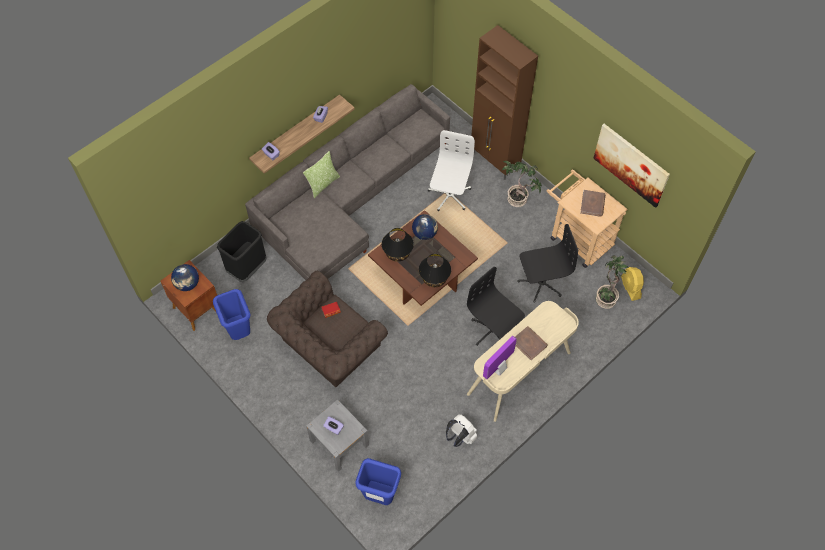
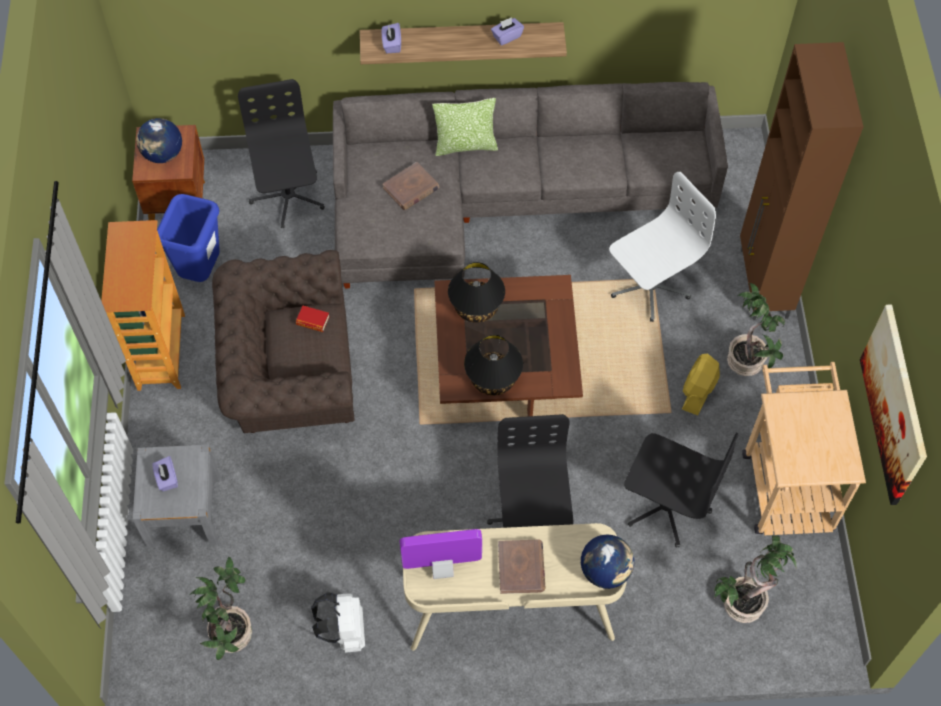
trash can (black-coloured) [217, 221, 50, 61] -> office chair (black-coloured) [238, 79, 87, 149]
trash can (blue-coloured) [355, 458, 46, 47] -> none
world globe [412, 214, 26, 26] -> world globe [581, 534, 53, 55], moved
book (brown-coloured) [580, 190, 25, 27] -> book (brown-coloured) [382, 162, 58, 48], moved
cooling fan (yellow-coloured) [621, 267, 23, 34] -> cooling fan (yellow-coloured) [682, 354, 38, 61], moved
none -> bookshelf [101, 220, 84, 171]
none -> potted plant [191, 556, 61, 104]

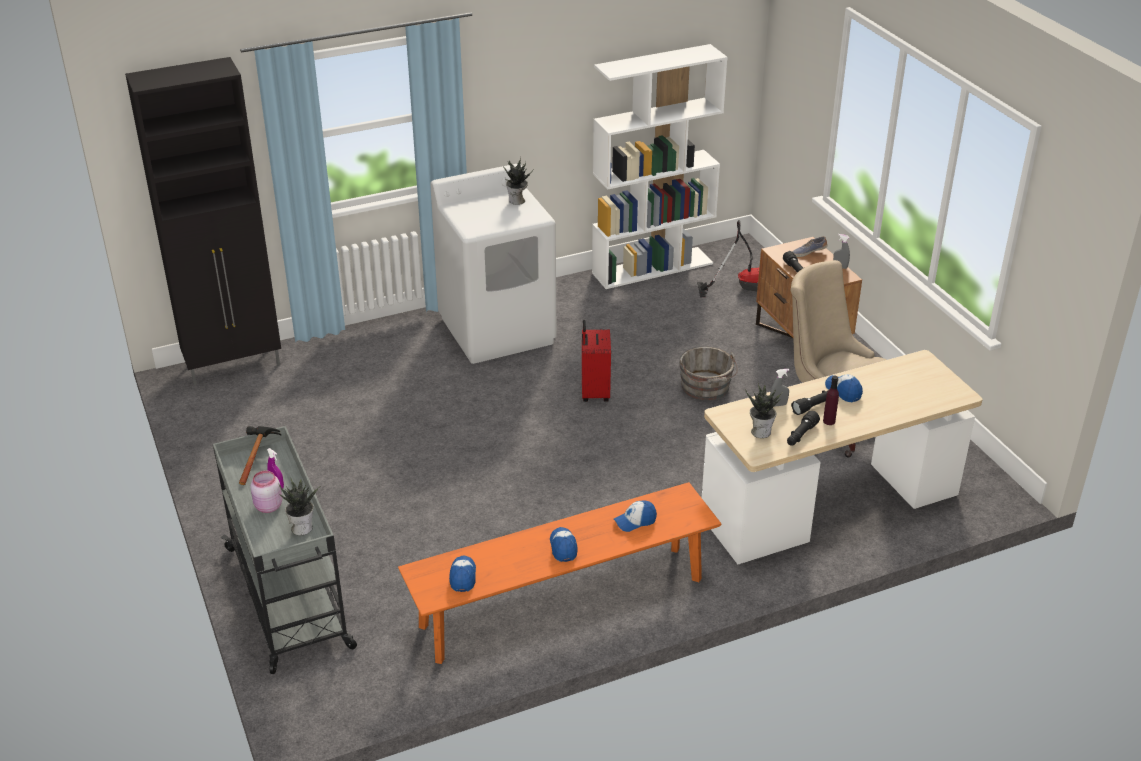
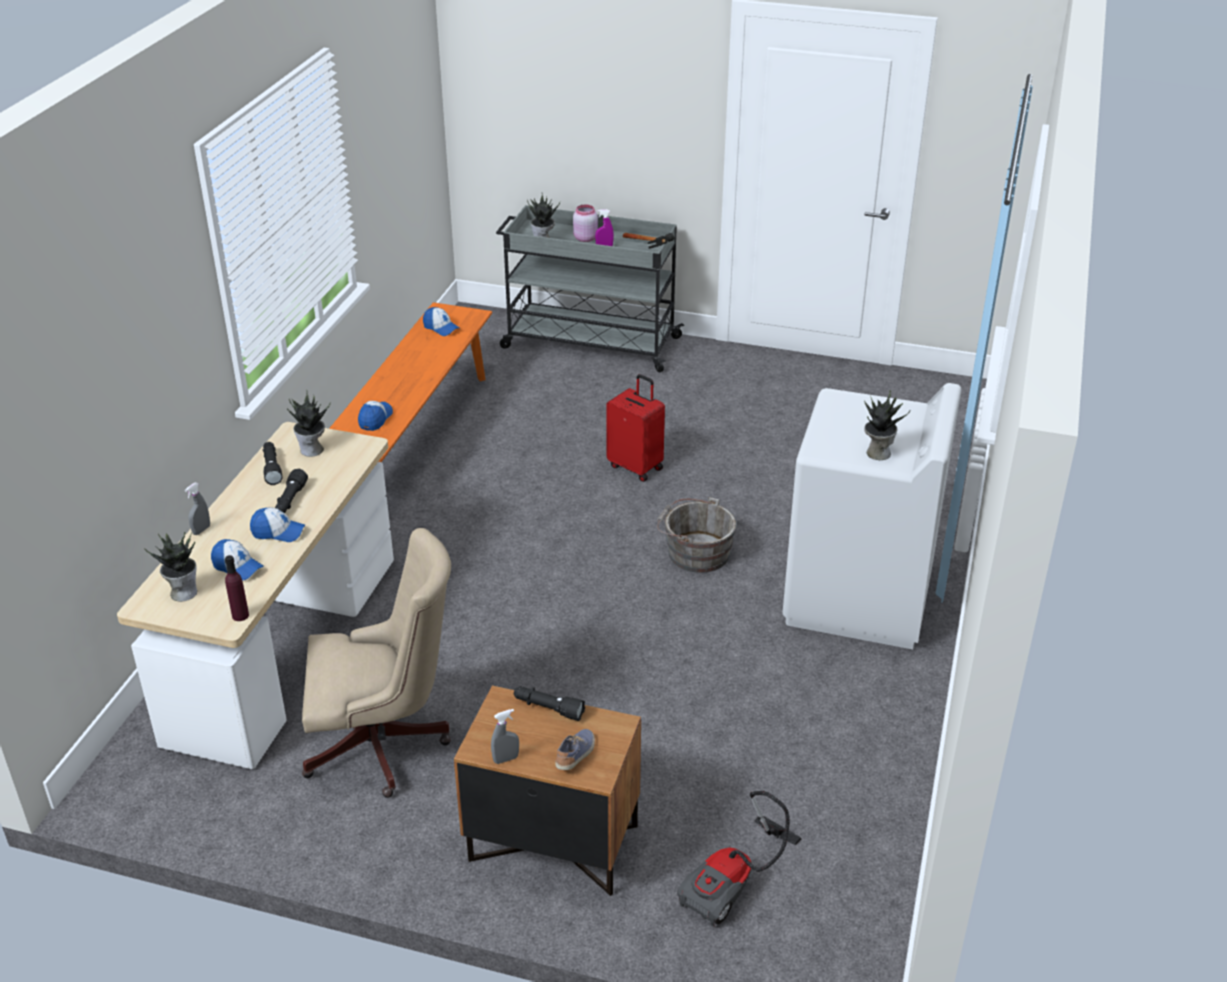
storage cabinet (black-coloured) [125, 57, 156, 328] -> none
cap [550, 527, 28, 35] -> cap [211, 539, 53, 42], moved
travel case (red-coloured) [582, 320, 29, 82] -> travel case (red-coloured) [606, 374, 59, 108], moved
bookshelf (whitish) [592, 44, 136, 245] -> none
bucket (greyish) [679, 347, 59, 54] -> bucket (greyish) [657, 497, 80, 76], moved
hand sprayer (greyish) [770, 369, 19, 38] -> hand sprayer (greyish) [185, 483, 25, 52], moved
bottle (purple) [823, 376, 16, 49] -> bottle (purple) [225, 555, 24, 66], moved
none -> potted plant [144, 532, 53, 70]

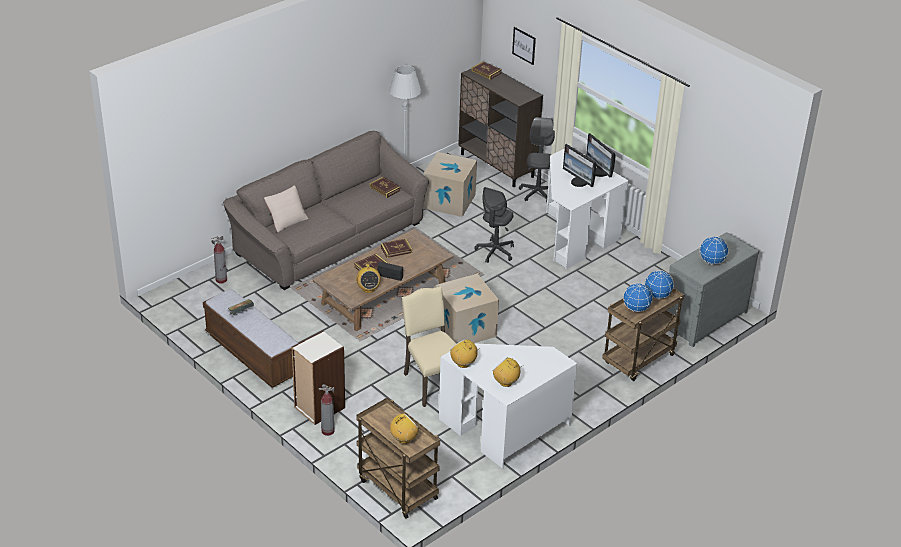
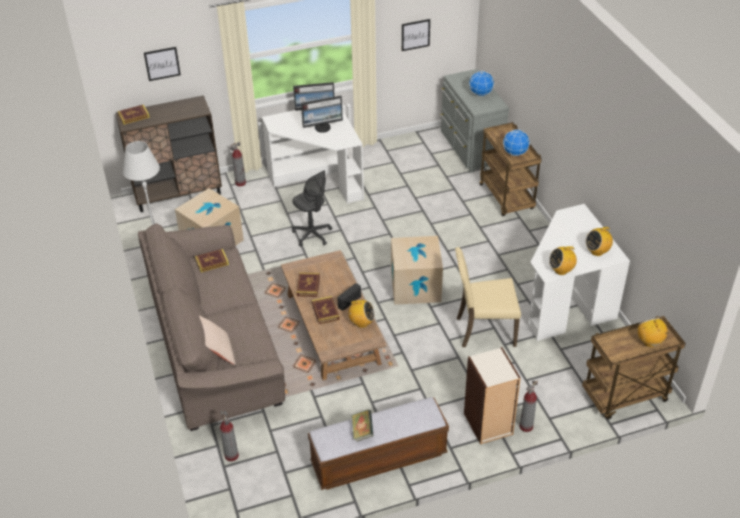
office chair (greyish) [519, 117, 36, 85] -> fire extinguisher [230, 142, 16, 44]
world globe [645, 270, 29, 29] -> none
none -> picture [402, 19, 28, 32]

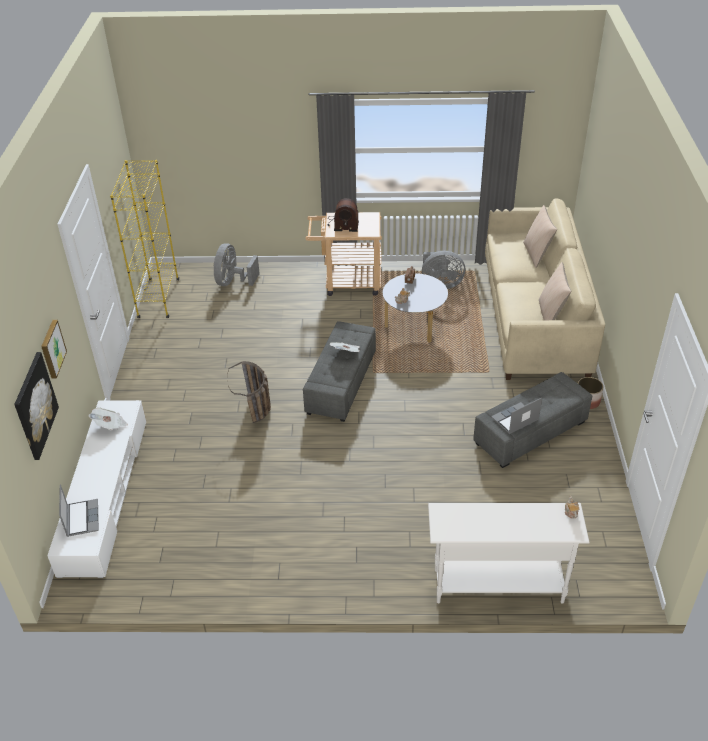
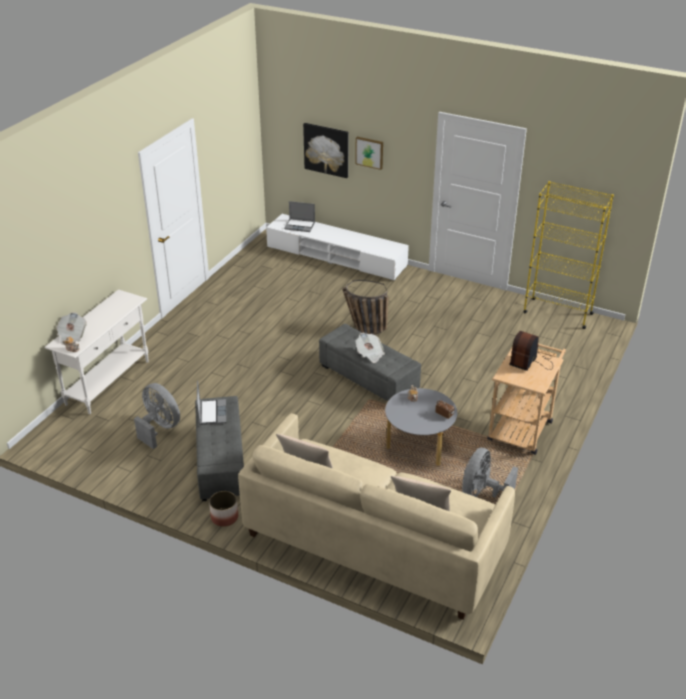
daily paper [88, 408, 40, 22] -> daily paper [56, 312, 31, 33], moved
cooling fan (greyish) [214, 243, 46, 43] -> cooling fan (greyish) [134, 383, 46, 66], moved

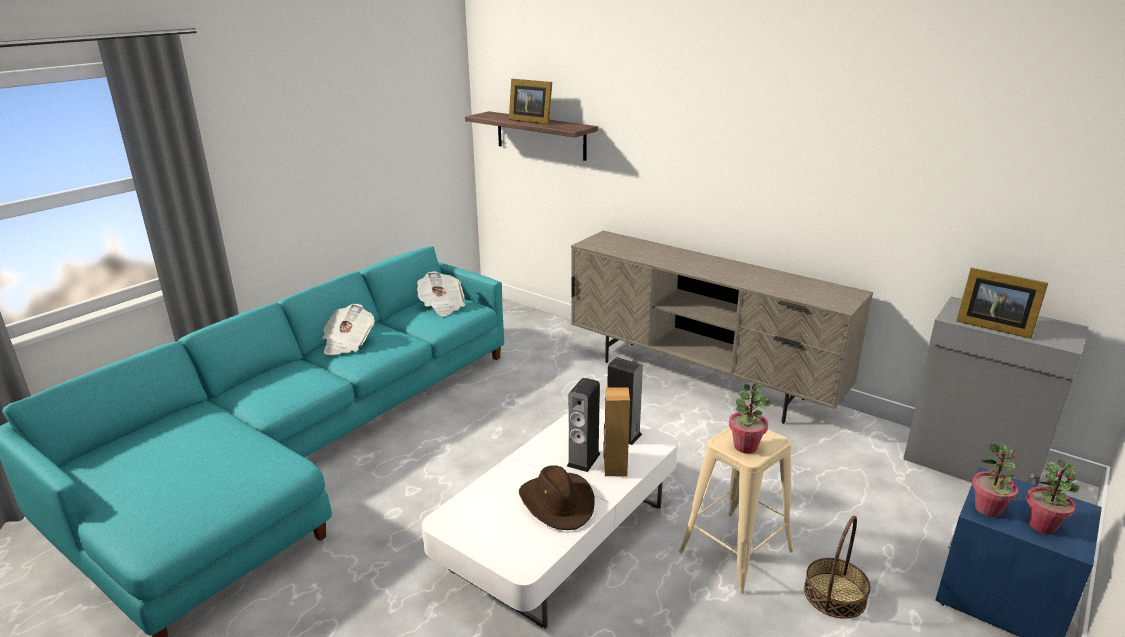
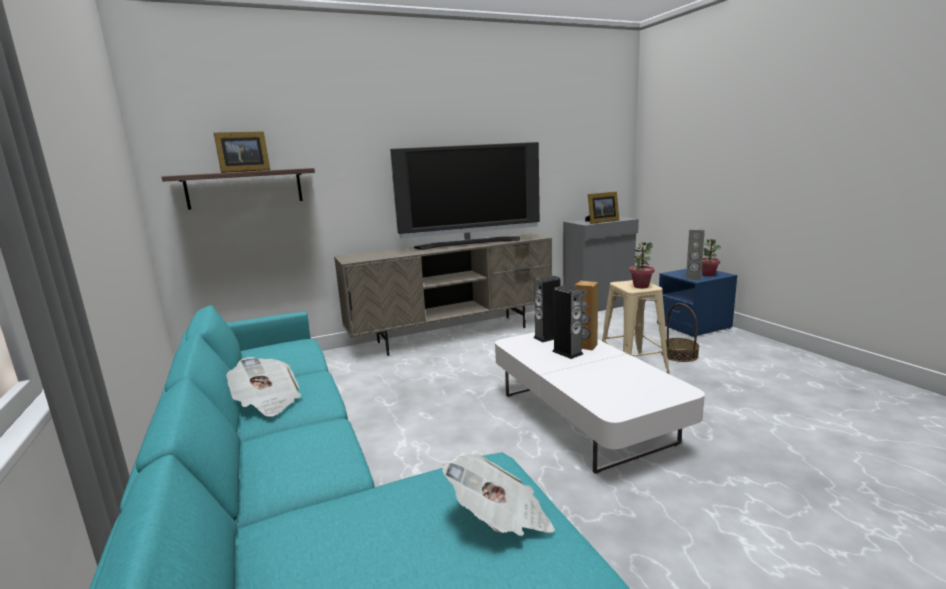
daily paper [417, 271, 48, 45] -> daily paper [442, 455, 113, 81], moved
clothing hat (brown-coloured) [519, 465, 76, 65] -> none
potted plant [972, 443, 47, 74] -> speaker (greyish) [686, 228, 19, 52]
none -> TV [390, 142, 150, 108]

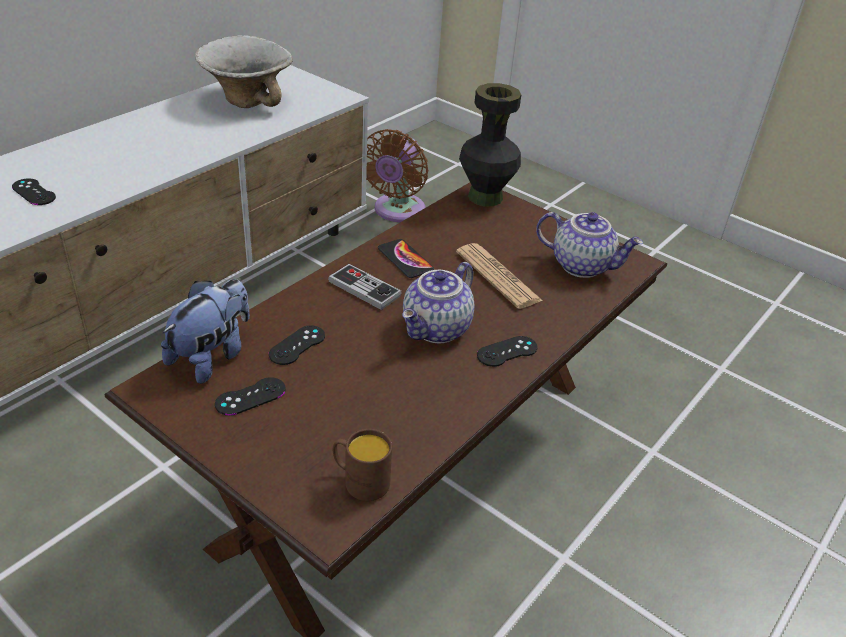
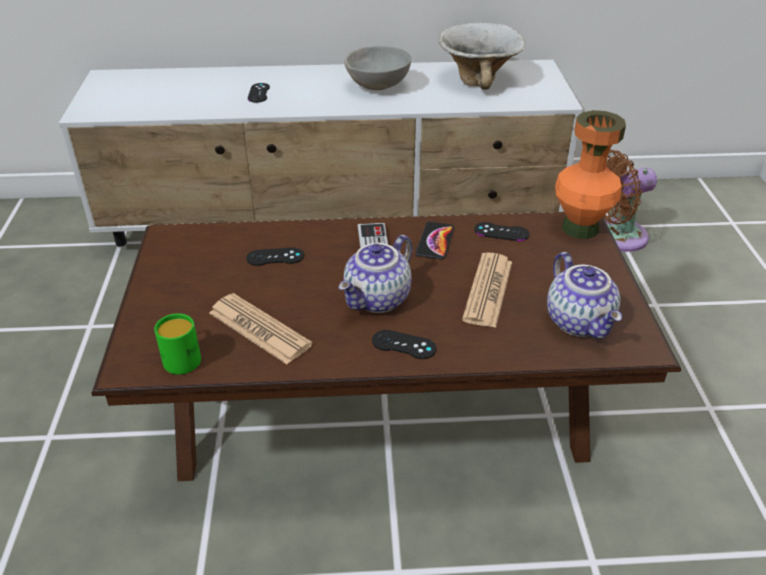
soft toy [161, 279, 89, 105] -> none
gamepad (black-coloured) [215, 377, 71, 39] -> gamepad (black-coloured) [474, 222, 56, 19], moved
coffee mug (brown-coloured) [333, 429, 59, 72] -> coffee mug (green) [154, 313, 47, 62]
teapot [402, 262, 72, 81] -> teapot [339, 235, 74, 78], 45 degrees counterclockwise
decorative vase (black-coloured) [459, 83, 62, 123] -> decorative vase (orangey) [555, 110, 71, 129]
none -> daily paper [209, 293, 104, 71]
none -> deep dish (greyish) [344, 46, 67, 44]

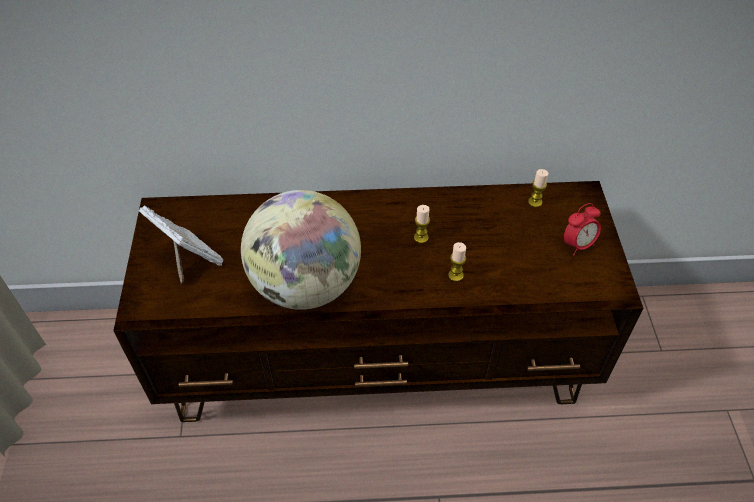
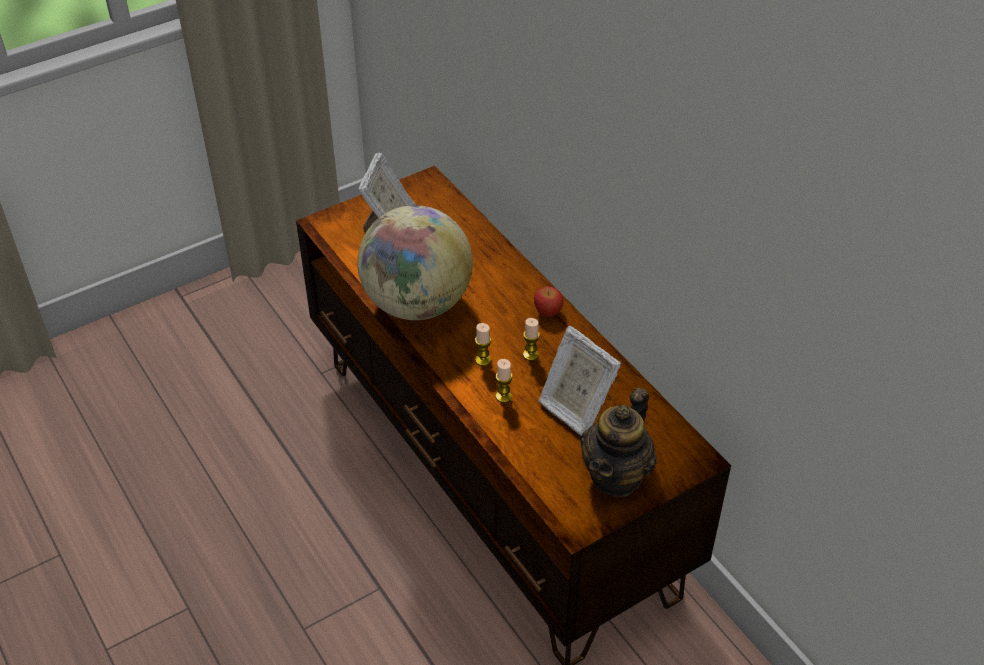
candle [528, 169, 21, 38] -> candle [475, 323, 16, 43], moved
alarm clock [564, 203, 37, 52] -> teapot [580, 387, 77, 110]
none -> apple fruit [534, 286, 29, 31]
none -> photo frame [539, 326, 82, 110]

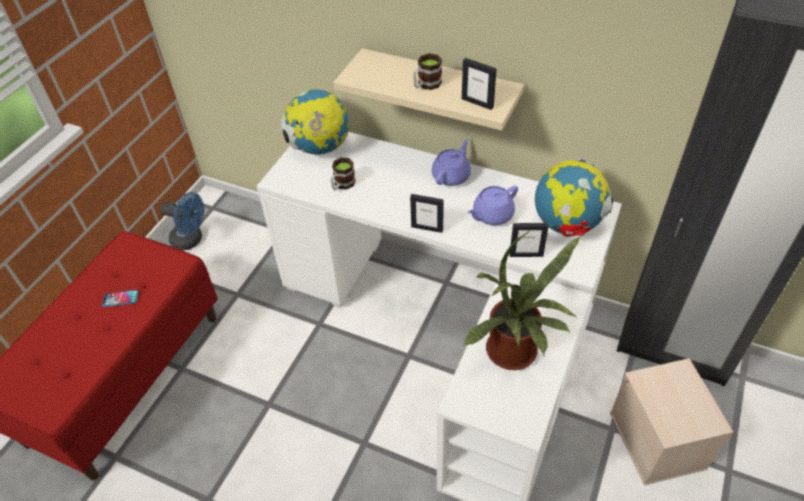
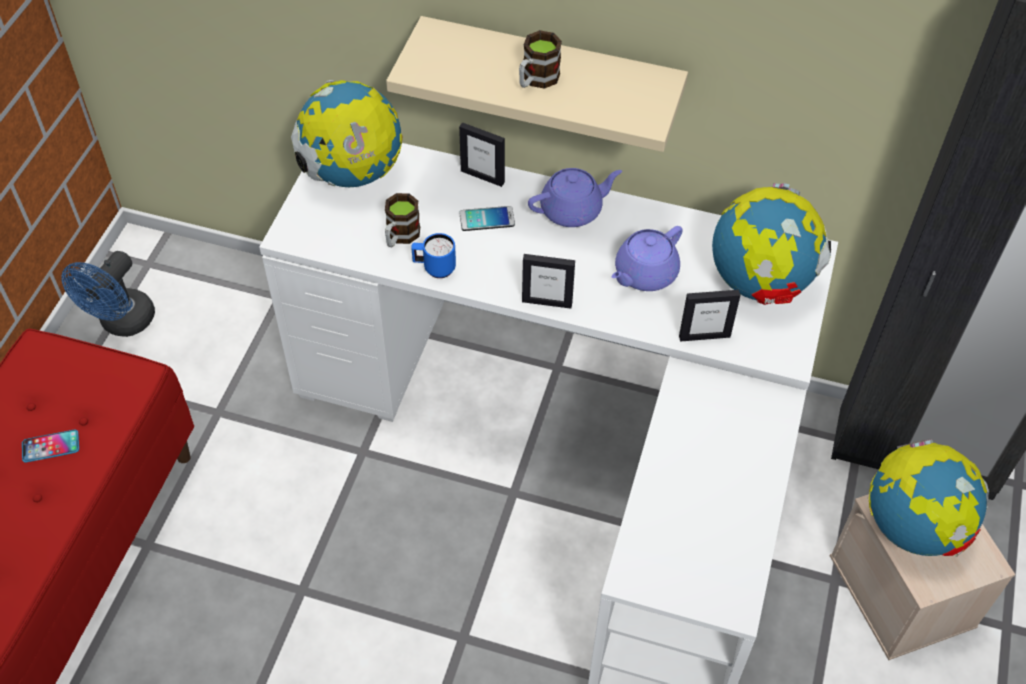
cooling fan (blue-coloured) [160, 192, 44, 58] -> cooling fan (blue-coloured) [61, 251, 94, 86], 105 degrees clockwise
teapot (purple) [432, 139, 39, 47] -> teapot (purple) [528, 168, 94, 59], 45 degrees clockwise
photo frame [462, 58, 35, 52] -> photo frame [459, 122, 46, 65], moved
potted plant [462, 228, 119, 142] -> none
none -> coffee mug (blue-coloured) [411, 233, 45, 45]
none -> telephone [459, 206, 56, 25]
none -> world globe [869, 439, 120, 118]

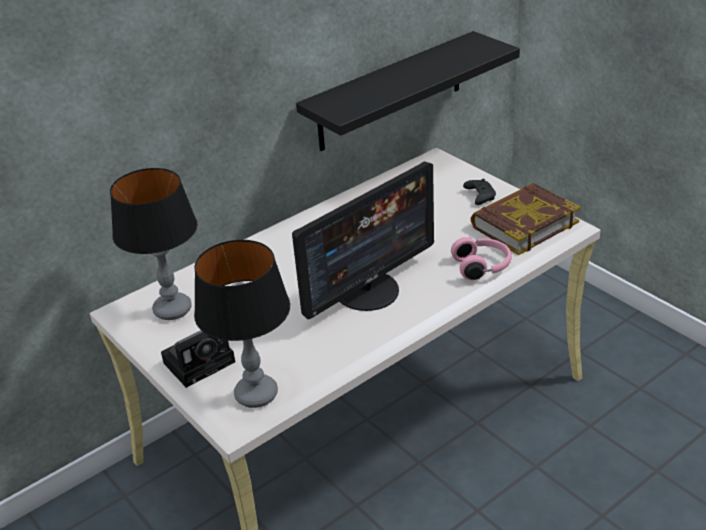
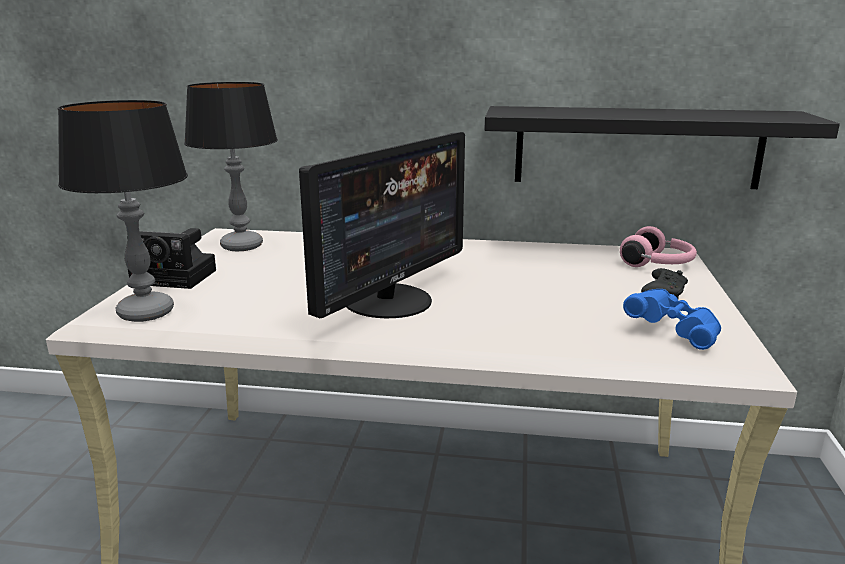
computer screen [292, 162, 142, 157] -> computer screen [299, 132, 166, 186], 60 degrees counterclockwise
pair of headphones (pink-coloured) [451, 237, 61, 43] -> pair of headphones (pink-coloured) [620, 226, 77, 41], moved
book [471, 183, 110, 72] -> pair of binoculars (blue-coloured) [623, 289, 98, 61]

